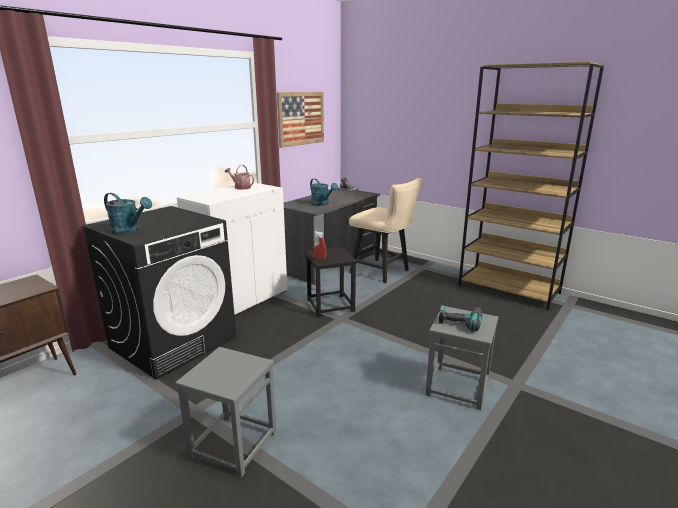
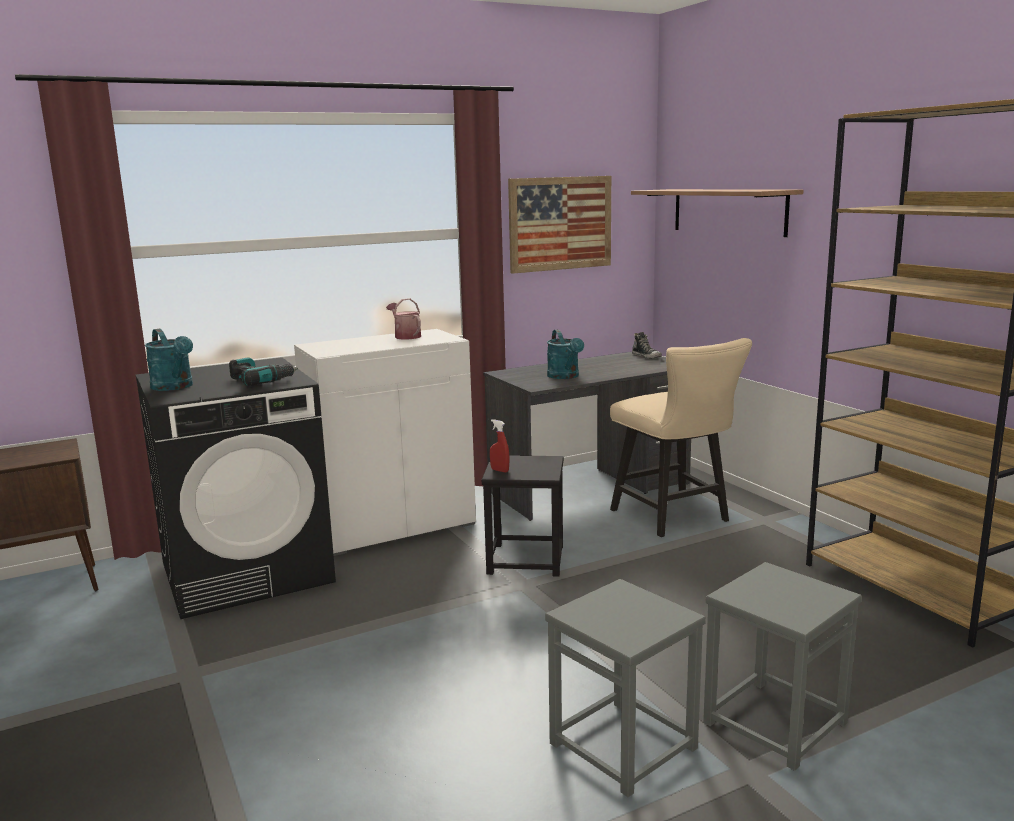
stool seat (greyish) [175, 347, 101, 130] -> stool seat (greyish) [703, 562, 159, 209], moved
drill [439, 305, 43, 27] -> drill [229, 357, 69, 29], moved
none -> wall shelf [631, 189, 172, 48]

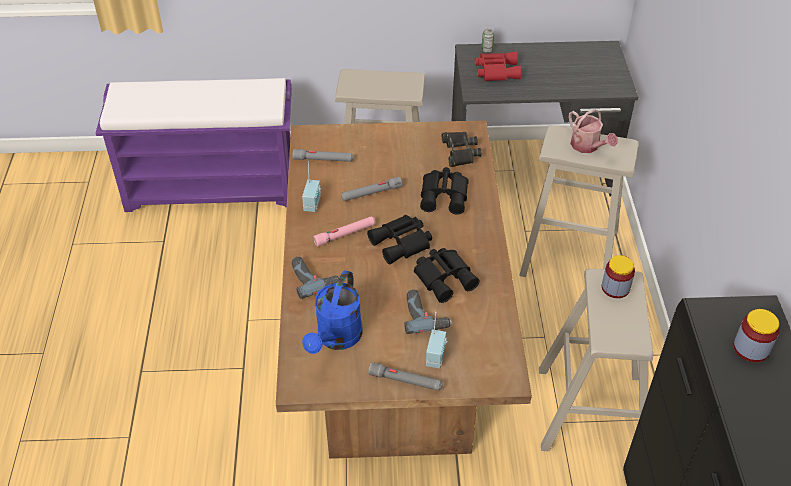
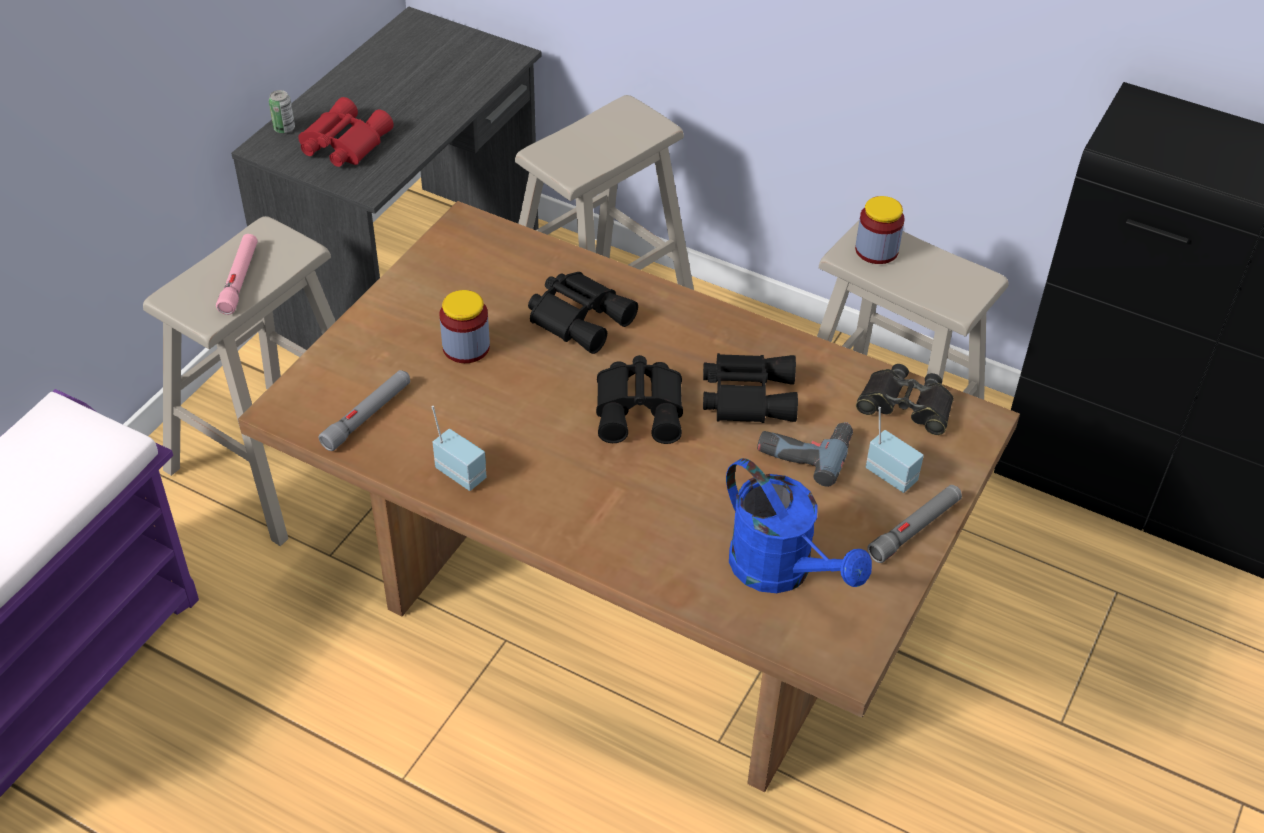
drill [291, 257, 48, 42] -> none
flashlight (pink-coloured) [313, 217, 63, 30] -> flashlight (pink-coloured) [216, 234, 42, 81], moved
flashlight (greyish) [341, 177, 61, 24] -> none
pair of binoculars (black-coloured) [442, 132, 40, 35] -> pair of binoculars (black-coloured) [856, 364, 98, 71], moved
watering pot [568, 109, 50, 44] -> none
jar [733, 309, 47, 53] -> jar [440, 290, 50, 73], moved

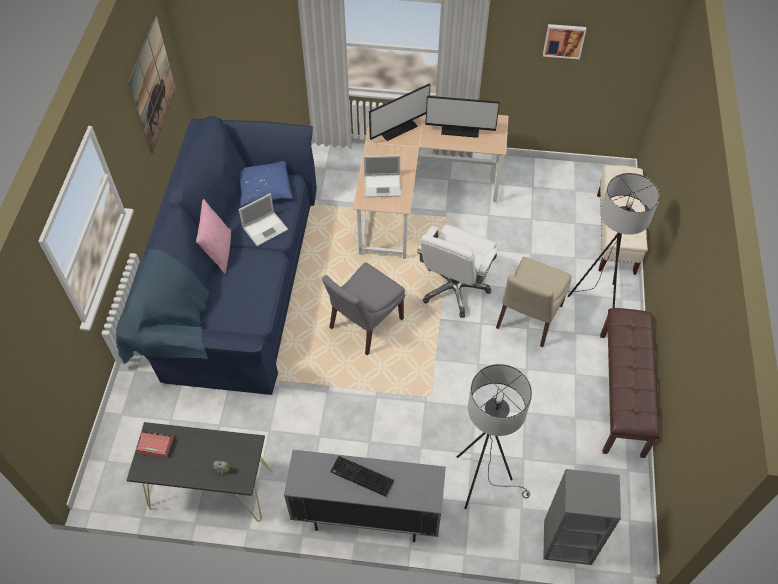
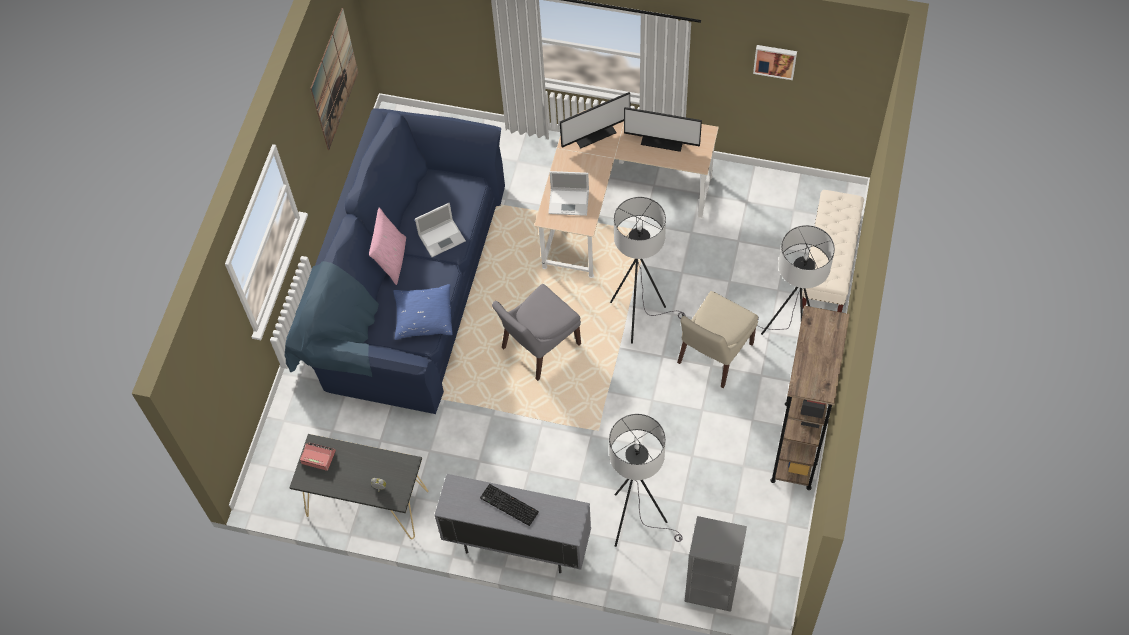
pillow (blue-coloured) [239, 161, 54, 45] -> pillow (blue-coloured) [393, 284, 60, 56], moved
office chair (whitish) [417, 224, 81, 94] -> standard lamp (greyish) [610, 197, 75, 147]
long seat (brown-coloured) [600, 308, 60, 150] -> bookshelf (brown-coloured) [770, 306, 80, 184]

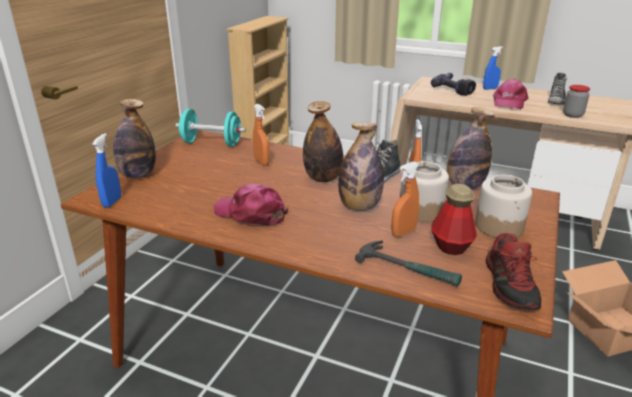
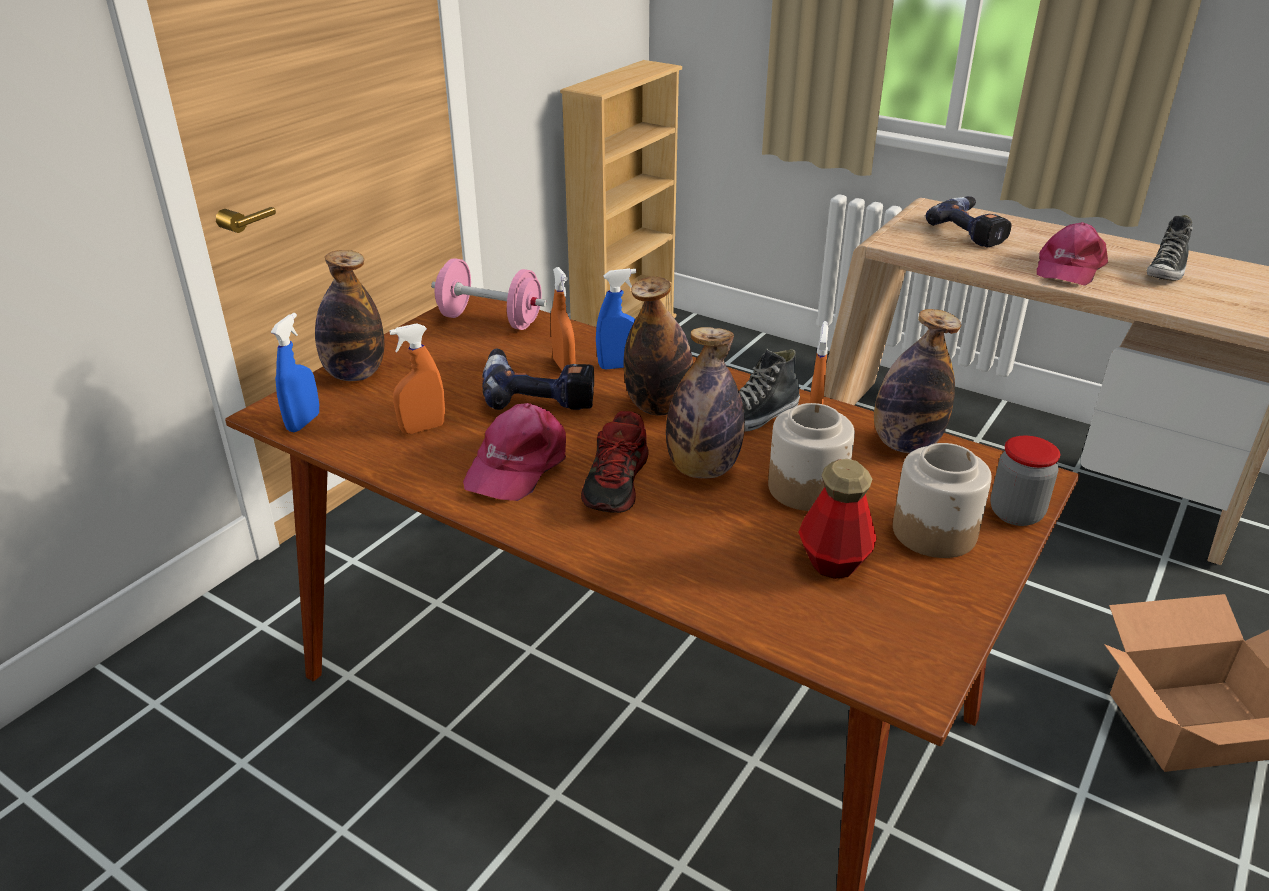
dumbbell (turquoise-coloured) [175, 109, 71, 38] -> dumbbell (pink-coloured) [431, 258, 116, 72]
cap (pink-coloured) [213, 184, 75, 41] -> cap (pink-coloured) [463, 403, 103, 98], 105 degrees counterclockwise
hand hammer [355, 240, 107, 46] -> none
hand sprayer (orangey) [392, 161, 27, 76] -> hand sprayer (orangey) [390, 323, 55, 111], moved
hand sprayer (blue-coloured) [483, 46, 20, 44] -> hand sprayer (blue-coloured) [596, 268, 40, 101], moved
low shoe [486, 233, 55, 77] -> low shoe [581, 411, 68, 102], moved
jar [563, 85, 27, 33] -> jar [990, 436, 70, 90], moved
none -> drill [482, 349, 112, 61]

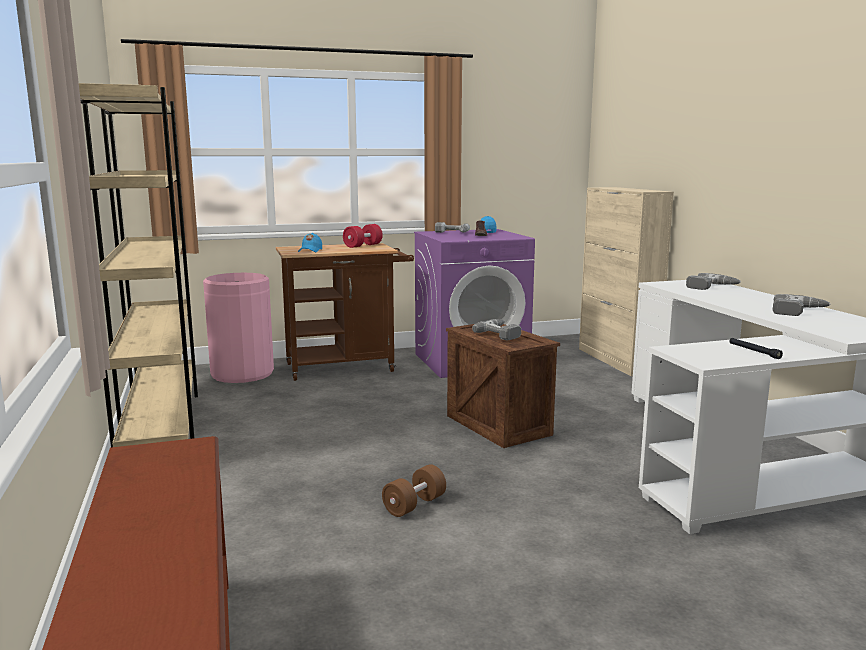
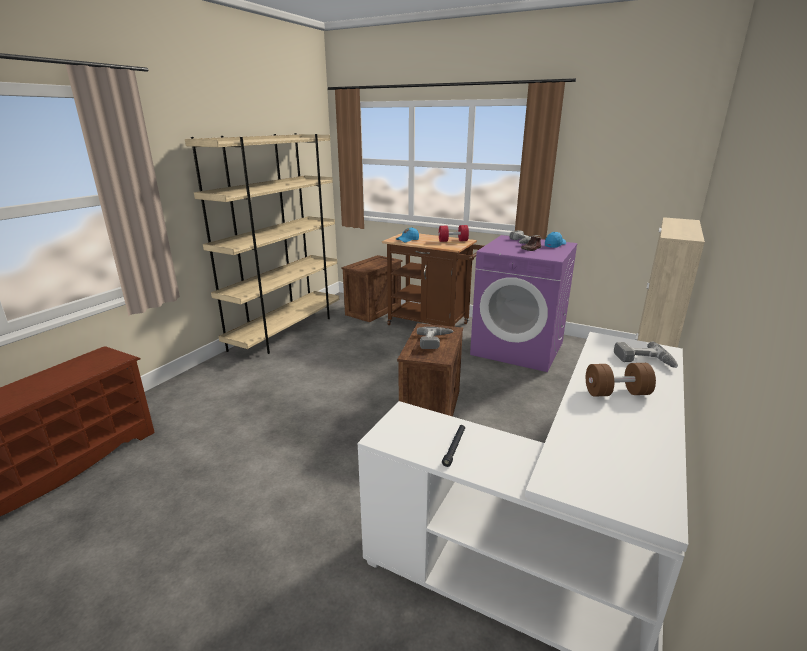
trash can (pink-coloured) [203, 273, 71, 110] -> crate [341, 255, 61, 67]
dumbbell (brown-coloured) [382, 464, 64, 53] -> dumbbell (brown-coloured) [586, 363, 70, 34], moved
drill [773, 294, 58, 22] -> none

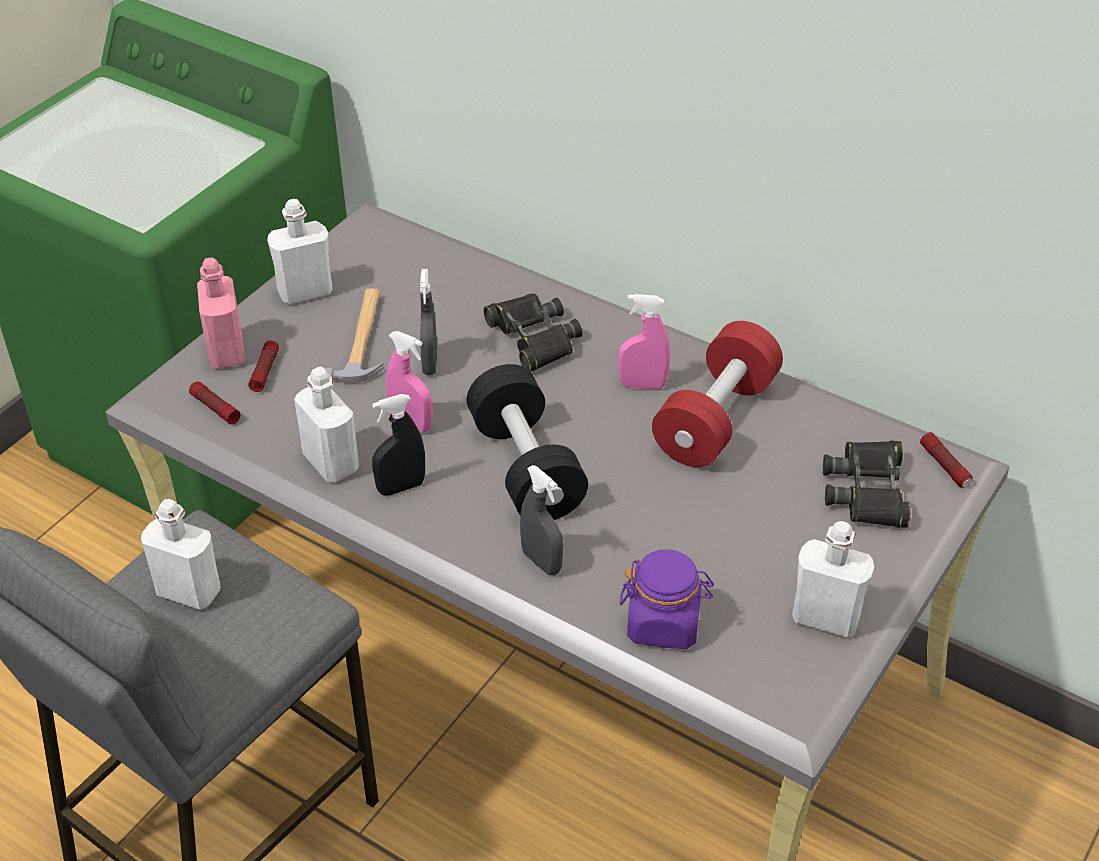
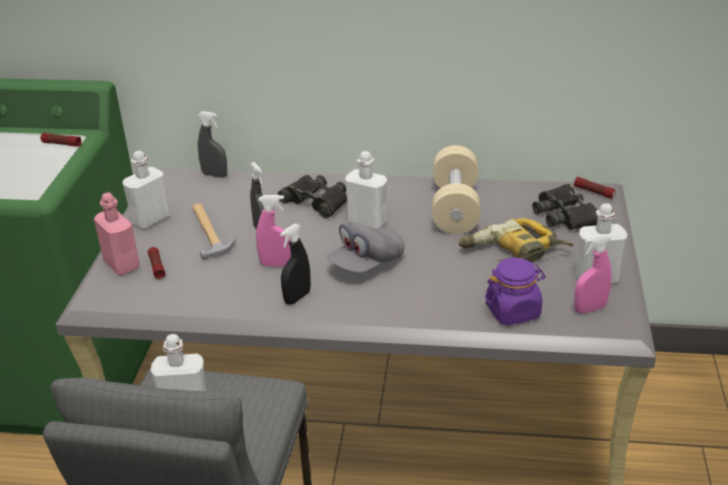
flashlight [189, 381, 52, 43] -> flashlight [41, 133, 40, 14], moved
bottle (whitish) [294, 366, 65, 116] -> bottle (whitish) [345, 151, 42, 77], moved
dumbbell (black-coloured) [467, 364, 121, 156] -> cap (greyish) [327, 223, 78, 50]
hand sprayer (greyish) [520, 465, 43, 110] -> hand sprayer (greyish) [198, 111, 29, 67], moved
hand sprayer (pink-coloured) [618, 294, 52, 95] -> hand sprayer (pink-coloured) [574, 234, 38, 79], moved
dumbbell (red-coloured) [652, 321, 131, 146] -> dumbbell (sand-coloured) [432, 145, 48, 89]
none -> drill [458, 218, 115, 45]

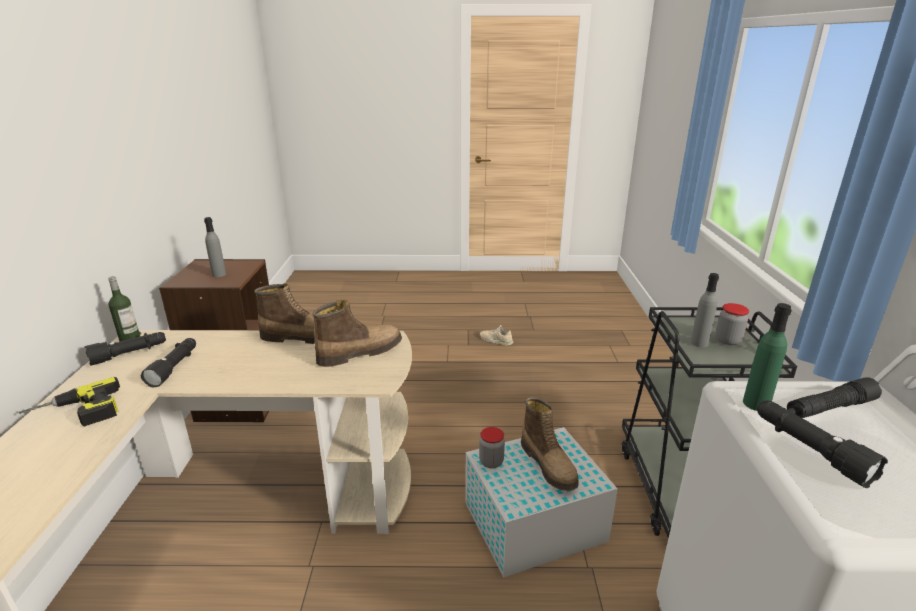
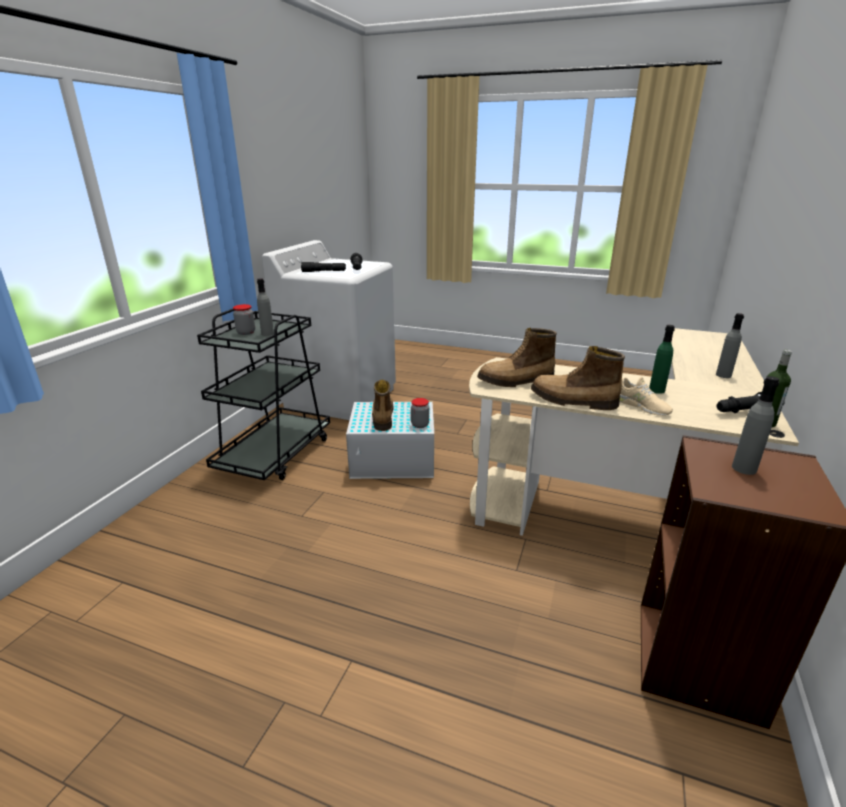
drill [19, 377, 101, 50] -> bottle (greyish) [716, 313, 28, 65]
flashlight (black-coloured) [141, 338, 55, 49] -> none
low shoe (sand-coloured) [480, 325, 33, 21] -> low shoe (sand-coloured) [619, 377, 54, 39], moved
bottle (green) [743, 303, 49, 108] -> bottle (green) [649, 325, 26, 69], moved

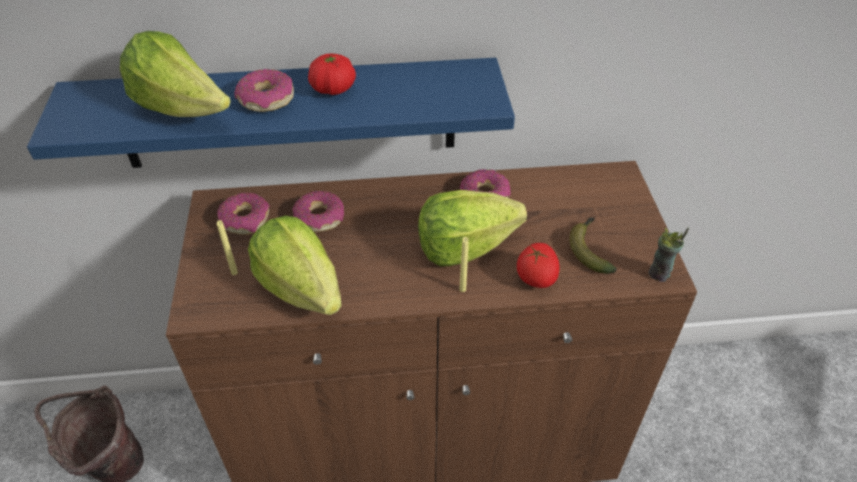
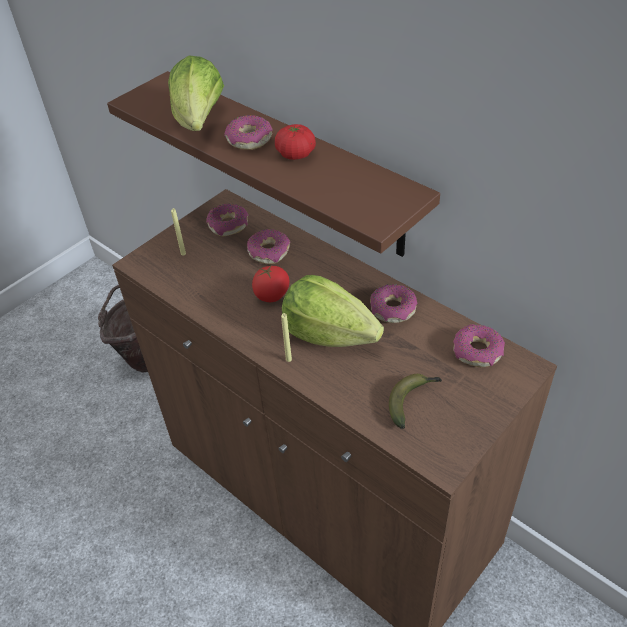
wall shelf (blue-coloured) [27, 58, 488, 110] -> wall shelf (brown-coloured) [107, 71, 333, 186]
lettuce head [248, 216, 94, 99] -> none
tomato [517, 243, 43, 45] -> tomato [252, 265, 38, 37], moved
cup [649, 228, 40, 54] -> none
none -> doughnut [453, 324, 52, 43]

